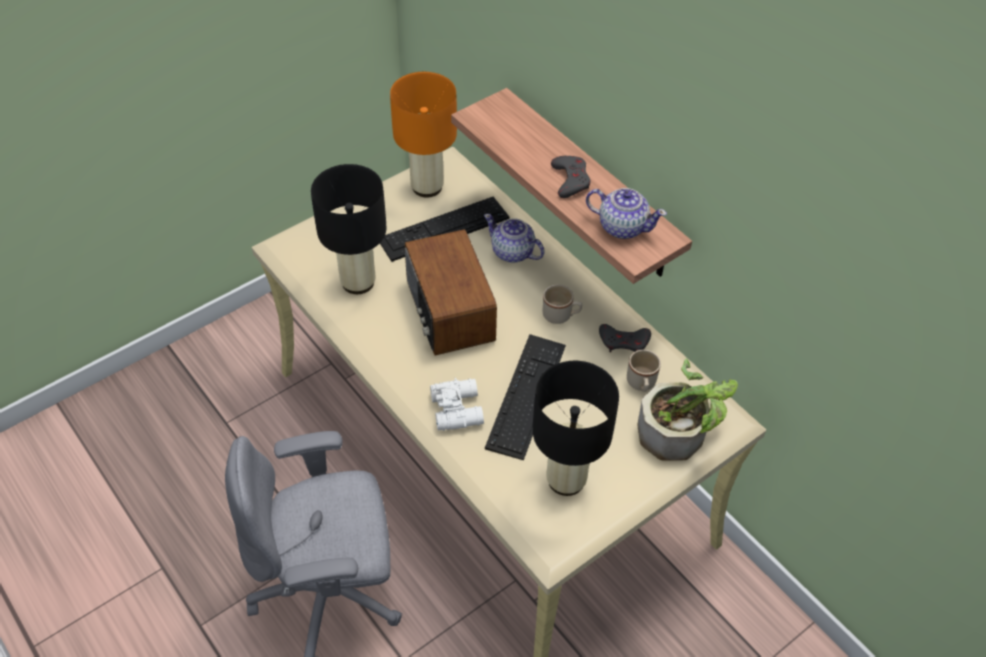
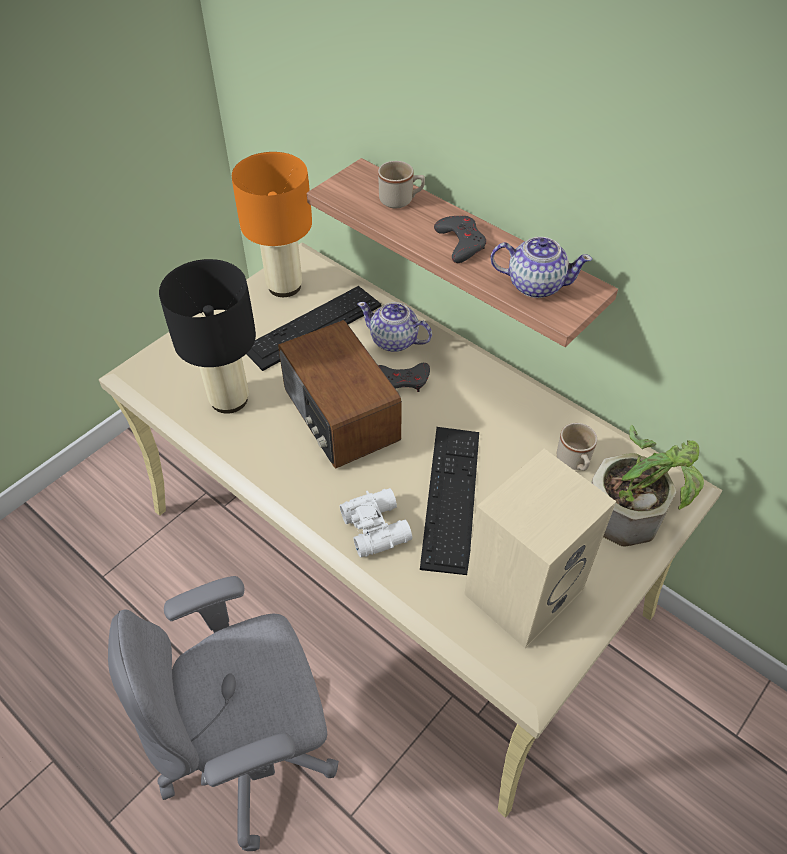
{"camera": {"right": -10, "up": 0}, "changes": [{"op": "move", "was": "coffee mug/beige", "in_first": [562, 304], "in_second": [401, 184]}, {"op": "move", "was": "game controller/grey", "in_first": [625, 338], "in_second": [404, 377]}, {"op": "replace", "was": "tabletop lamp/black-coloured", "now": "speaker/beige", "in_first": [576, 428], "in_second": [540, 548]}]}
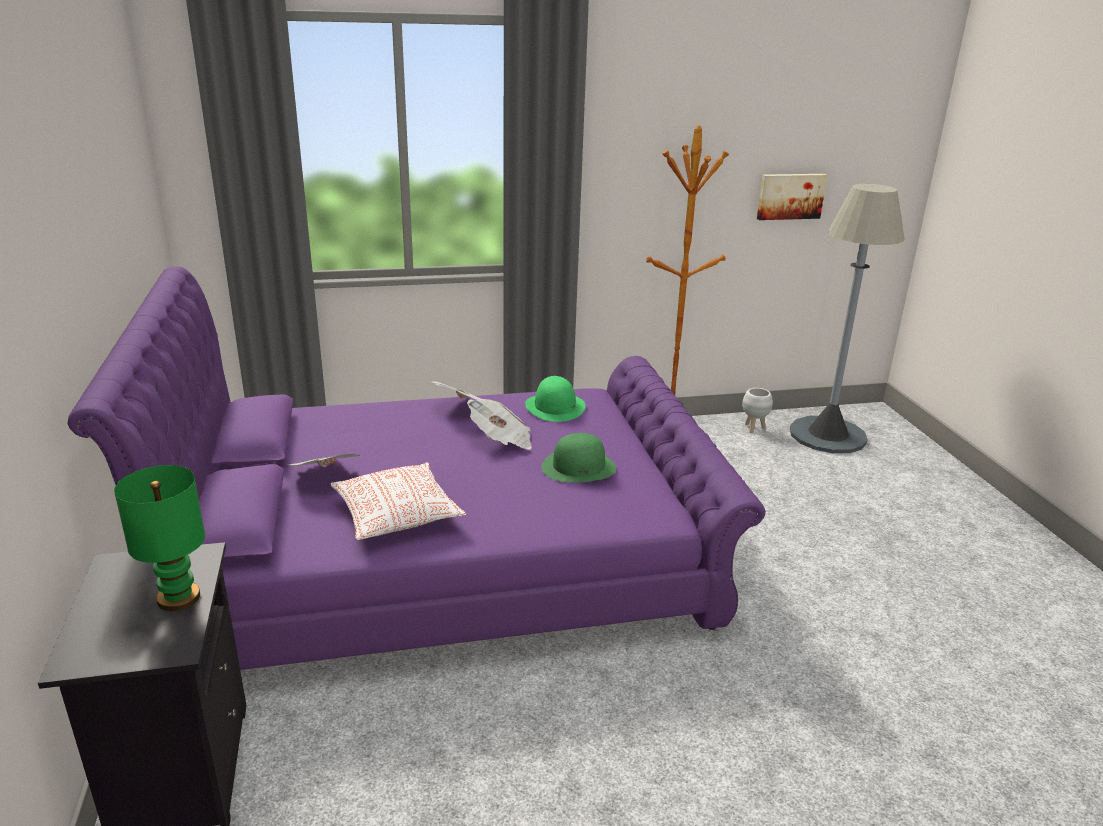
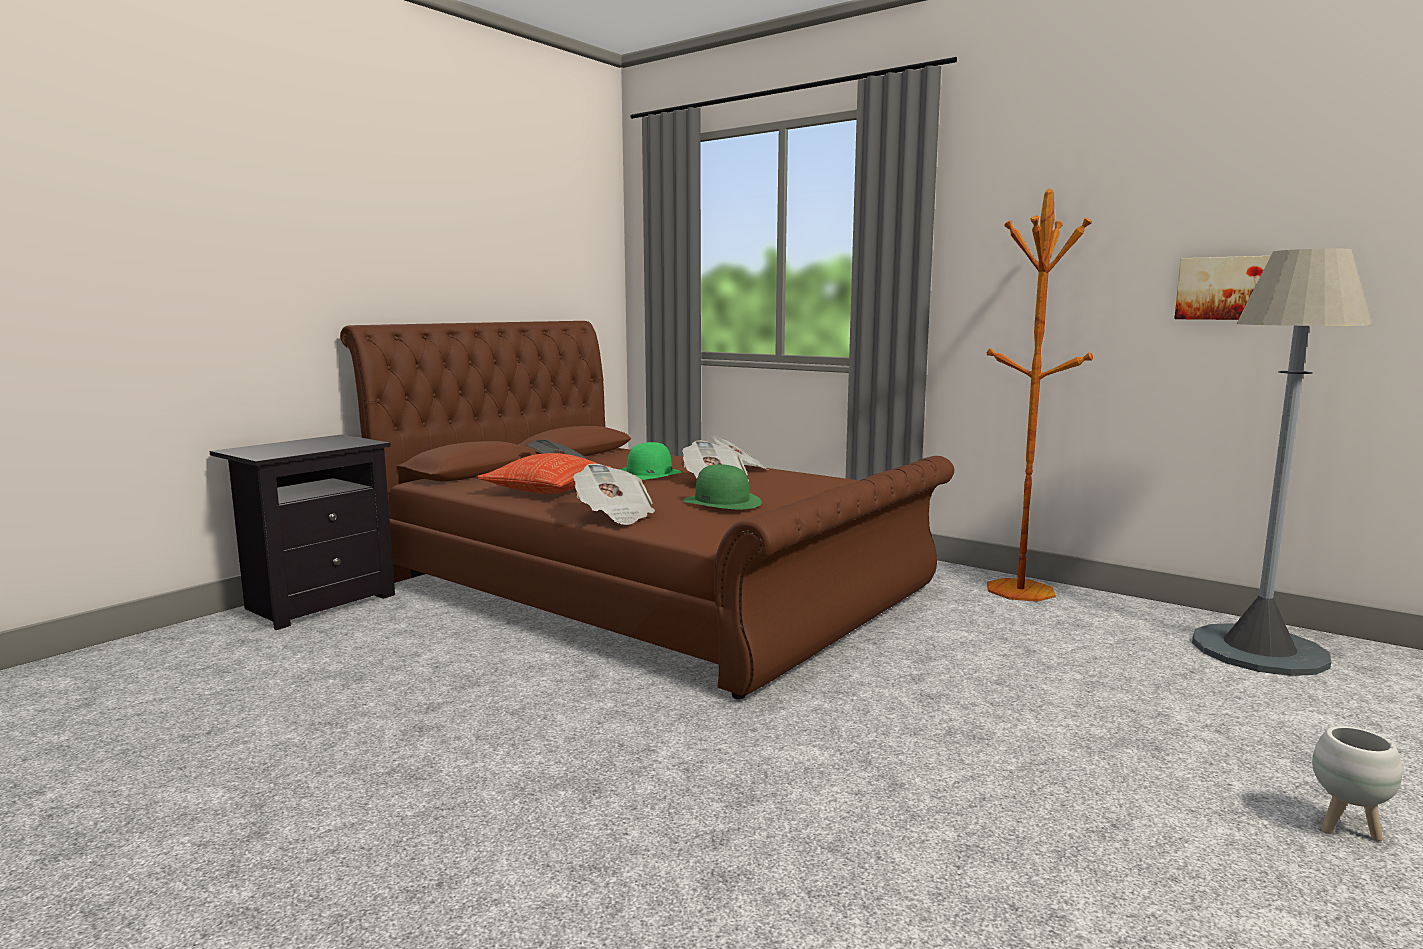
{"camera": {"right": 50, "up": -15}, "changes": [{"op": "recolor", "was": "bed/purple-coloured", "now": "bed/brownish", "in_first": [416, 468], "in_second": [647, 510]}, {"op": "recolor", "was": "pillow/white", "now": "pillow/orange", "in_first": [398, 501], "in_second": [544, 473]}, {"op": "insert", "now": "printed paper", "in_second": [614, 494]}, {"op": "move", "was": "clothing hat/greenish", "in_first": [555, 399], "in_second": [651, 461]}, {"op": "move", "was": "flower pot/white", "in_first": [757, 410], "in_second": [1357, 783]}, {"op": "delete", "was": "tabletop lamp/greenish", "in_first": [159, 538]}]}
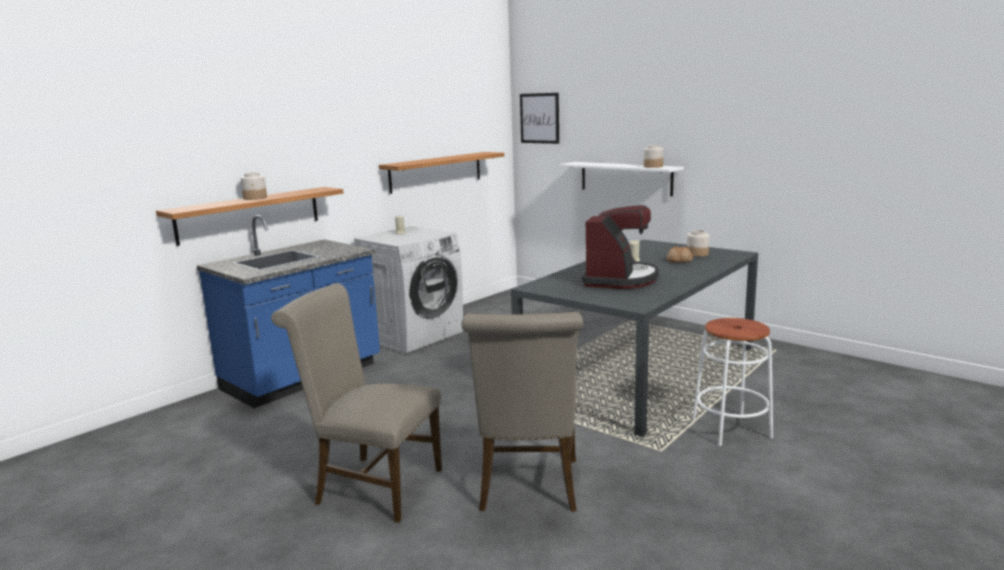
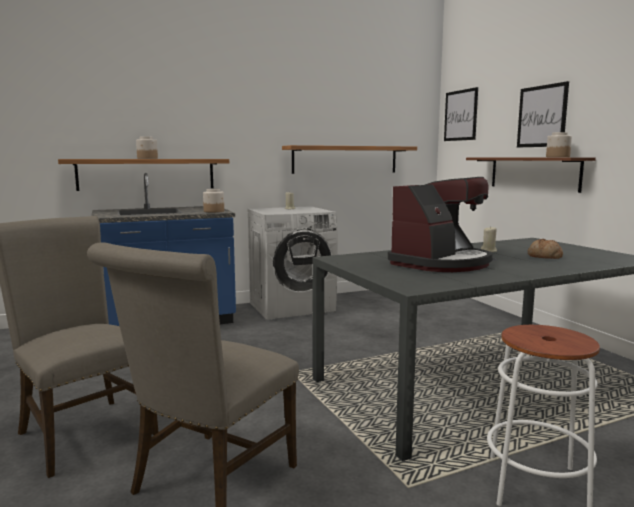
{"camera": {"right": 25, "up": -5}, "changes": [{"op": "move", "was": "jar", "in_first": [698, 243], "in_second": [213, 200]}, {"op": "recolor", "was": "bracket shelf/white", "now": "bracket shelf/brownish", "in_first": [621, 179], "in_second": [531, 175]}, {"op": "insert", "now": "wall picture", "in_second": [543, 114]}]}
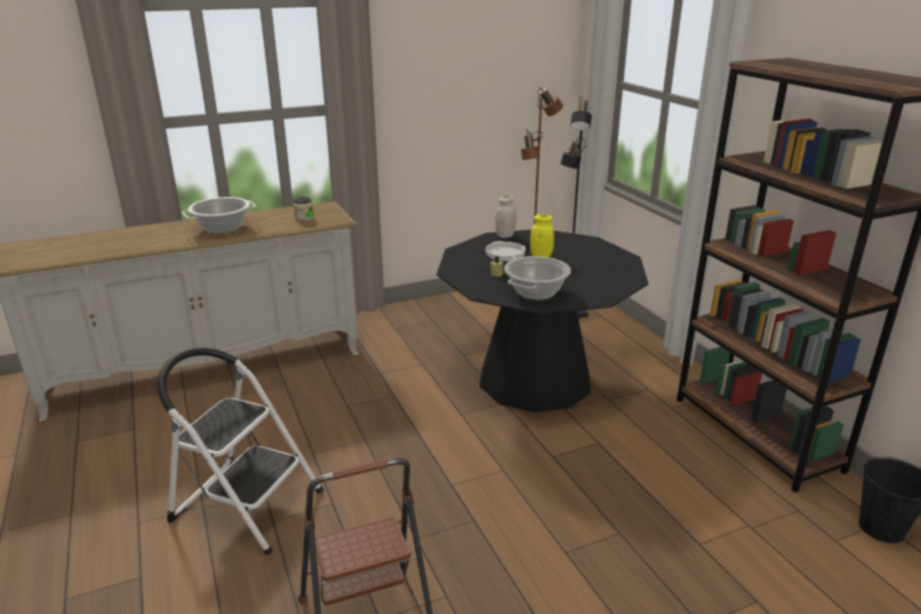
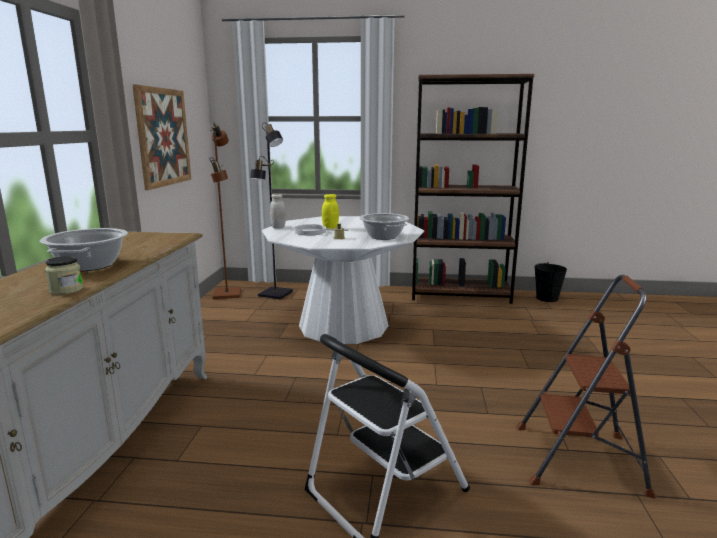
{"camera": {"right": -60, "up": -10}, "changes": [{"op": "move", "was": "jar", "in_first": [304, 209], "in_second": [64, 275]}, {"op": "insert", "now": "wall picture", "in_second": [161, 137]}, {"op": "recolor", "was": "dinner table/black-coloured", "now": "dinner table/white", "in_first": [542, 321], "in_second": [343, 280]}]}
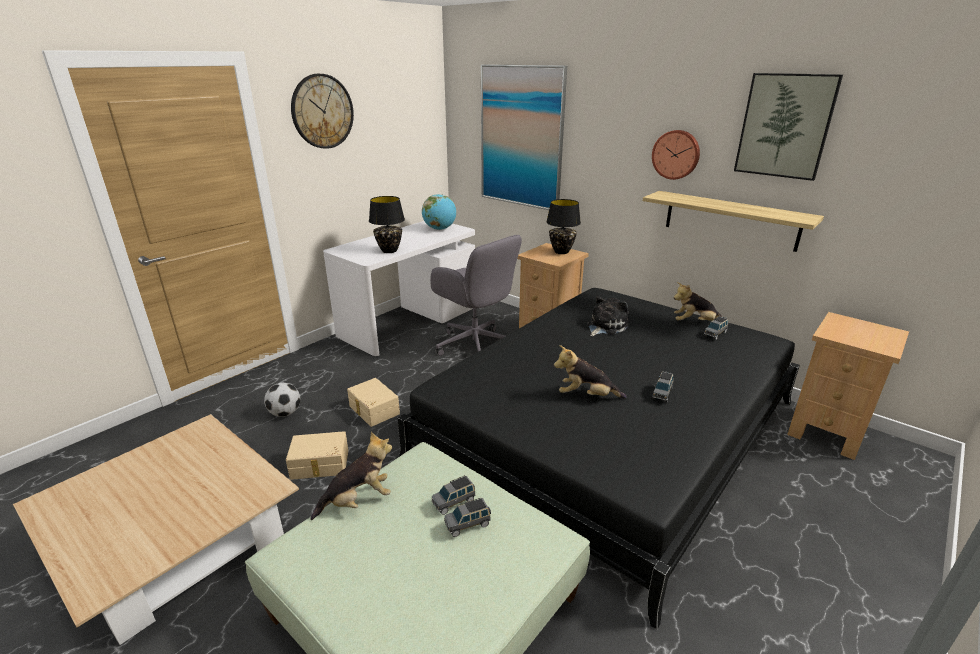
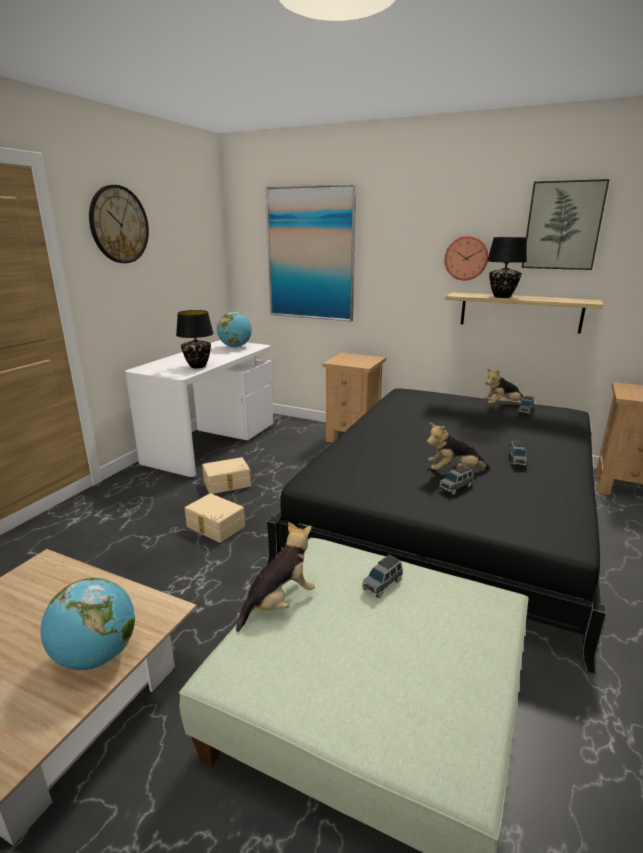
{"camera": {"right": -15, "up": -5}, "changes": [{"op": "insert", "now": "globe", "in_second": [87, 624]}, {"op": "move", "was": "storage container/beige", "in_first": [317, 455], "in_second": [226, 475]}, {"op": "move", "was": "miniature car/grey", "in_first": [467, 517], "in_second": [456, 480]}, {"op": "move", "was": "tabletop lamp/black-coloured", "in_first": [563, 226], "in_second": [507, 267]}, {"op": "delete", "was": "football", "in_first": [282, 400]}, {"op": "delete", "was": "desk chair/grey", "in_first": [476, 295]}, {"op": "delete", "was": "soft toy", "in_first": [608, 316]}]}
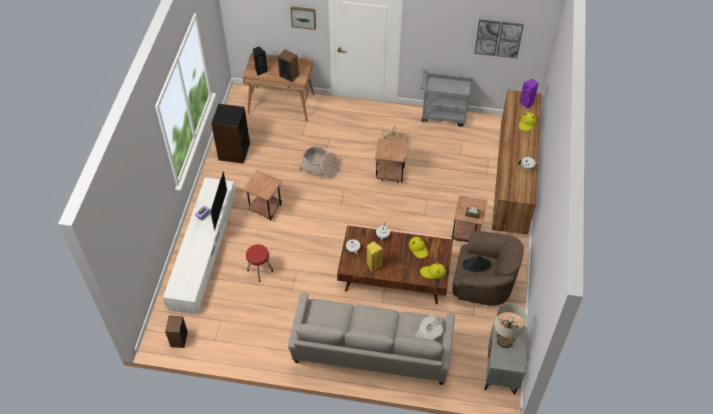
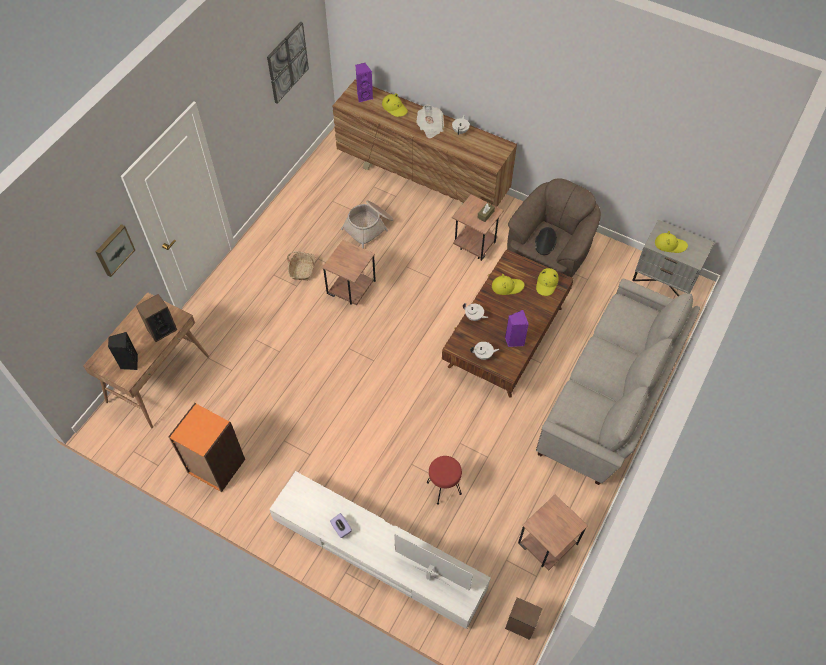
{"camera": {"right": -70, "up": 5}, "changes": [{"op": "recolor", "was": "bookcase/black-coloured", "now": "bookcase/orange", "in_first": [230, 134], "in_second": [206, 447]}, {"op": "move", "was": "basket", "in_first": [319, 162], "in_second": [367, 224]}, {"op": "move", "was": "TV", "in_first": [218, 200], "in_second": [433, 562]}, {"op": "move", "was": "printed paper", "in_first": [429, 327], "in_second": [430, 121]}, {"op": "recolor", "was": "speaker/yellow-coloured", "now": "speaker/purple-coloured", "in_first": [374, 256], "in_second": [517, 328]}, {"op": "move", "was": "end table/brownish", "in_first": [262, 195], "in_second": [553, 532]}, {"op": "replace", "was": "tabletop lamp", "now": "clothing hat/yellow-coloured", "in_first": [510, 325], "in_second": [671, 242]}, {"op": "delete", "was": "wheeled cart/grey", "in_first": [446, 98]}]}
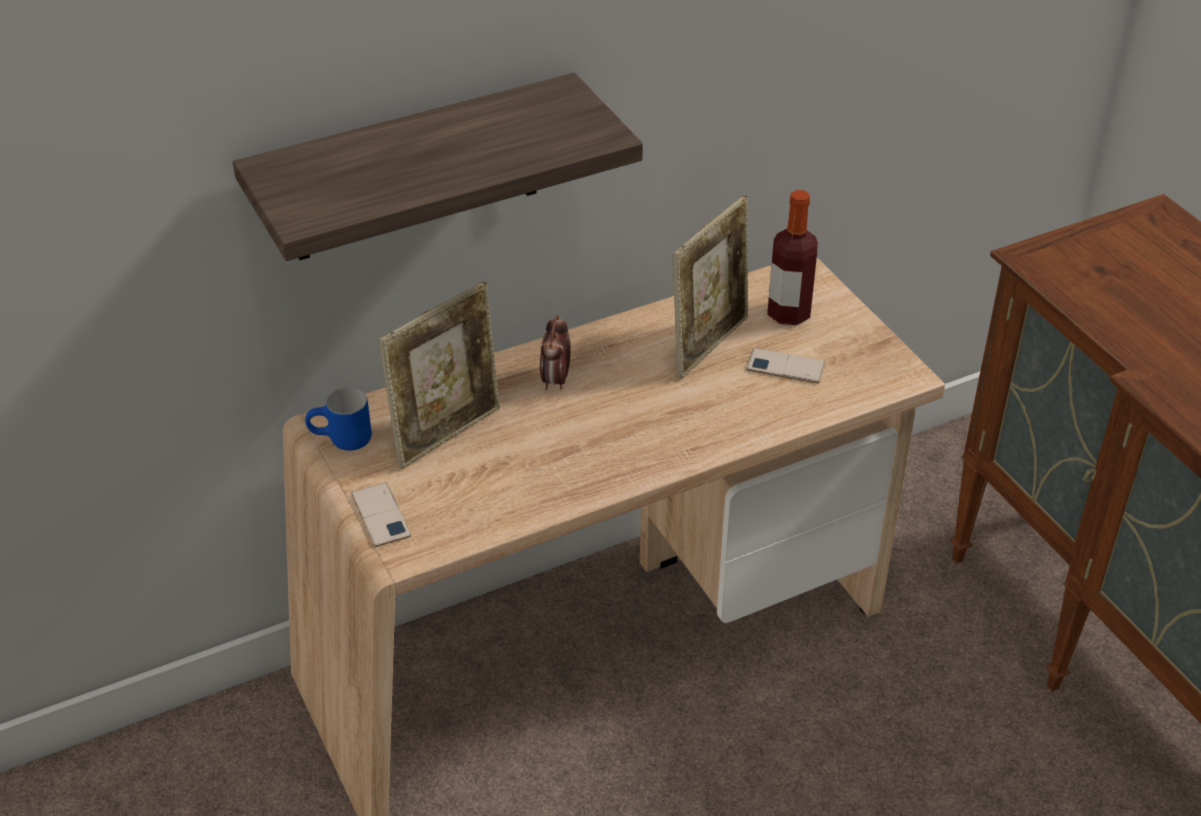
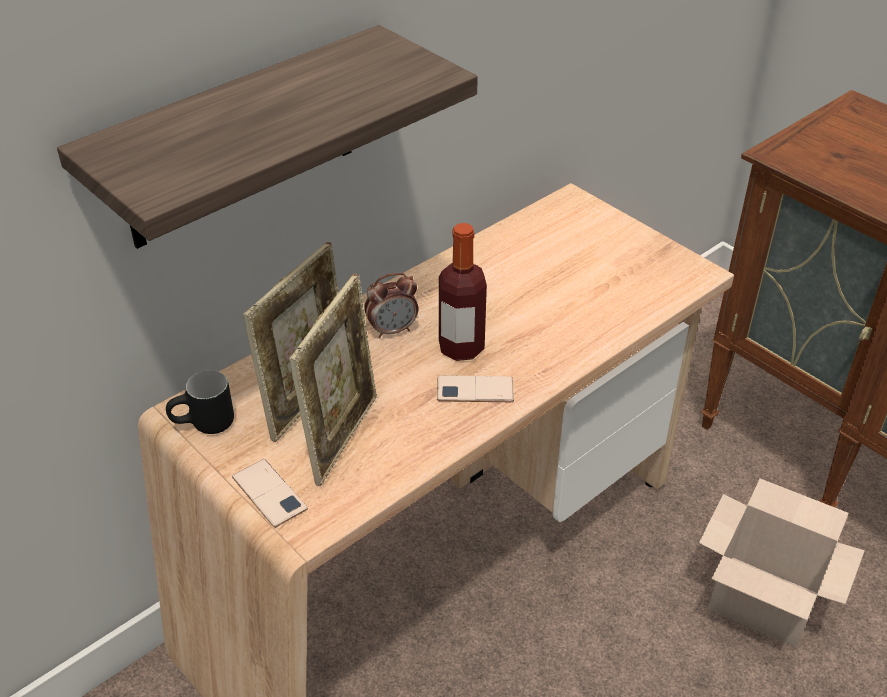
{"camera": {"right": -15, "up": 0}, "changes": [{"op": "recolor", "was": "coffee mug/blue", "now": "coffee mug/black-coloured", "in_first": [338, 419], "in_second": [200, 402]}, {"op": "move", "was": "picture frame", "in_first": [710, 287], "in_second": [333, 380]}, {"op": "rotate", "was": "table clock", "in_first": [555, 352], "in_second": [391, 306], "clockwise": -105}, {"op": "move", "was": "telephone", "in_first": [785, 366], "in_second": [475, 388]}, {"op": "move", "was": "beverage bottle", "in_first": [792, 257], "in_second": [463, 292]}, {"op": "insert", "now": "carton", "in_second": [782, 563]}]}
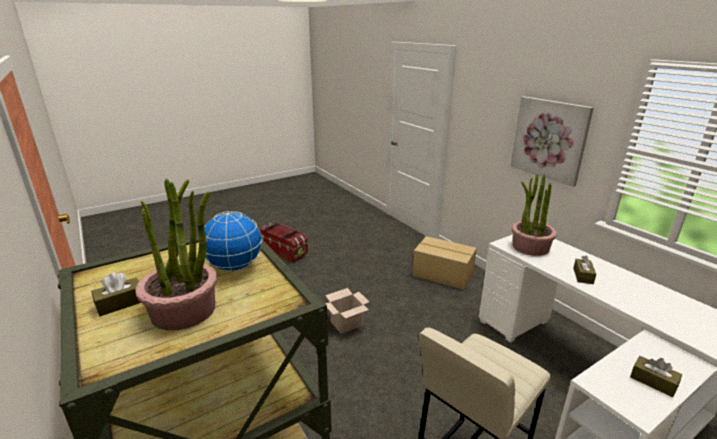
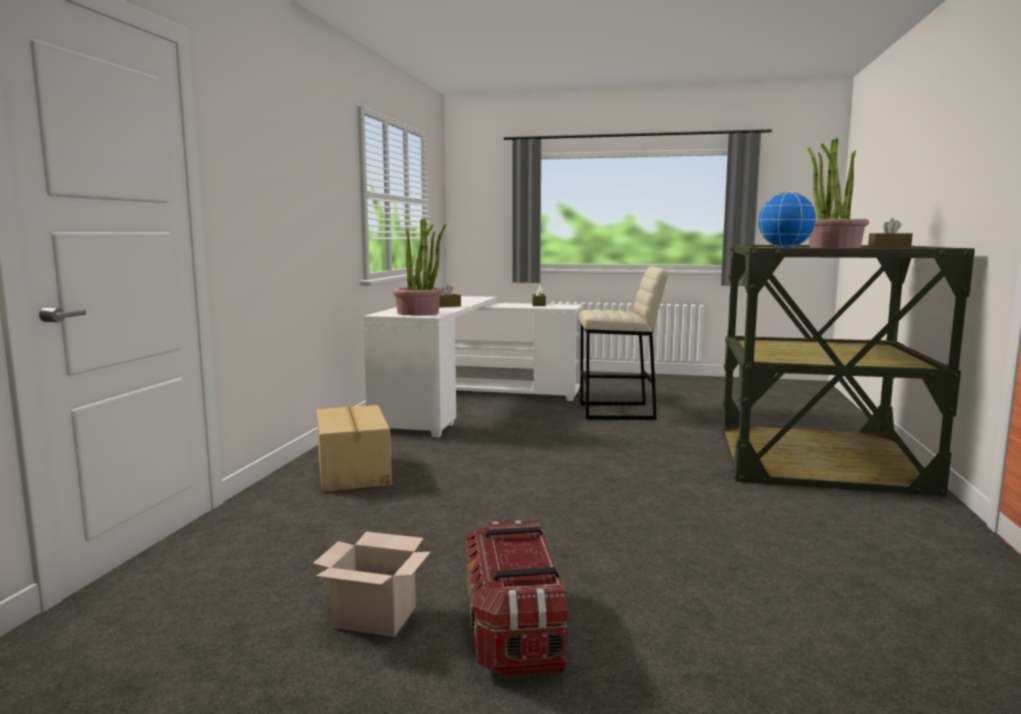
{"camera": {"right": -135, "up": -15}, "changes": [{"op": "move", "was": "carton", "in_first": [347, 311], "in_second": [372, 584]}, {"op": "delete", "was": "wall picture", "in_first": [552, 141]}]}
